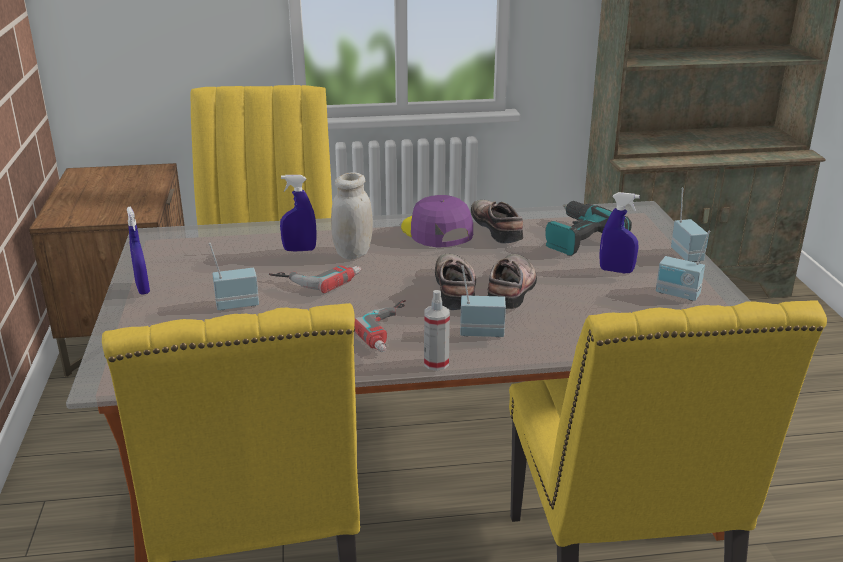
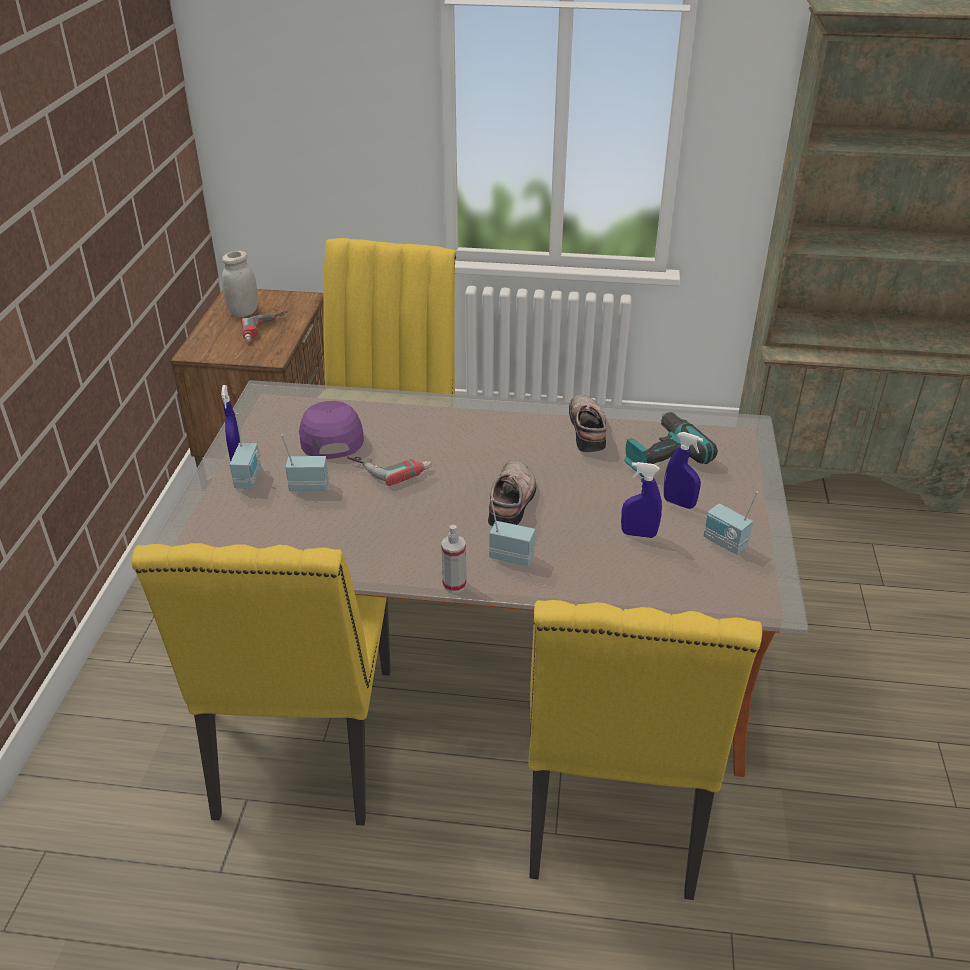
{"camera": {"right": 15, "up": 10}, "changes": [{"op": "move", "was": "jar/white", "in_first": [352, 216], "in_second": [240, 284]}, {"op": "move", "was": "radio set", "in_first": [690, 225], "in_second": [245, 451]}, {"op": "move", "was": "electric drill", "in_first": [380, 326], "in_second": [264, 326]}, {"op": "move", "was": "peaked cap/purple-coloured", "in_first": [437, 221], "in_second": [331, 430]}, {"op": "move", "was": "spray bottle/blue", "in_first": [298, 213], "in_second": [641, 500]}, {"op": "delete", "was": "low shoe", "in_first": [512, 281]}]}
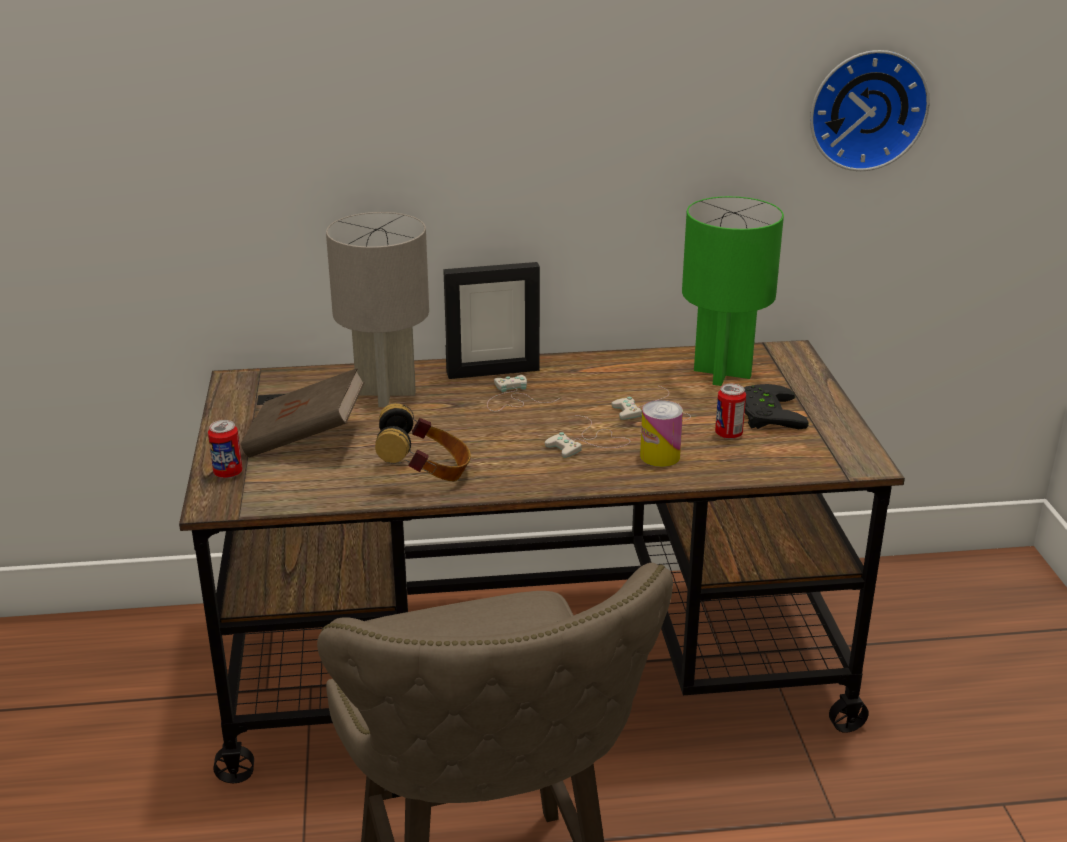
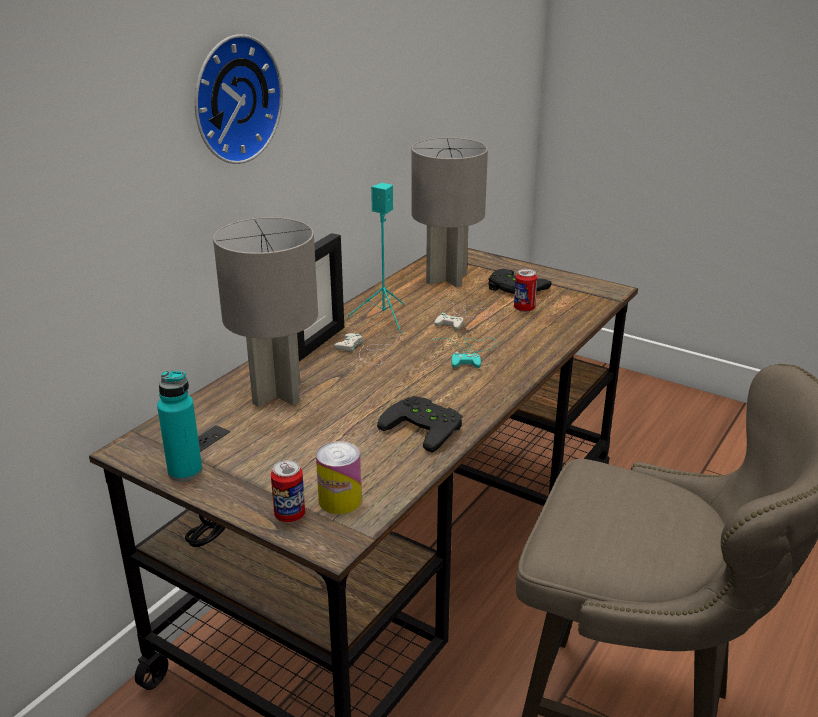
{"camera": {"right": -50, "up": 0}, "changes": [{"op": "insert", "now": "beverage bottle/blue-green", "in_second": [179, 426]}, {"op": "move", "was": "clock on the wall", "in_first": [870, 110], "in_second": [239, 99]}, {"op": "move", "was": "sealed can", "in_first": [661, 433], "in_second": [339, 477]}, {"op": "insert", "now": "speaker/blue-green", "in_second": [375, 258]}, {"op": "replace", "was": "headset", "now": "game controller/black-coloured", "in_first": [423, 442], "in_second": [419, 424]}, {"op": "recolor", "was": "tabletop lamp/greenish", "now": "tabletop lamp/grey", "in_first": [733, 291], "in_second": [449, 212]}, {"op": "recolor", "was": "game controller/white", "now": "game controller/blue-green", "in_first": [587, 436], "in_second": [464, 352]}, {"op": "delete", "was": "book/brownish", "in_first": [303, 413]}]}
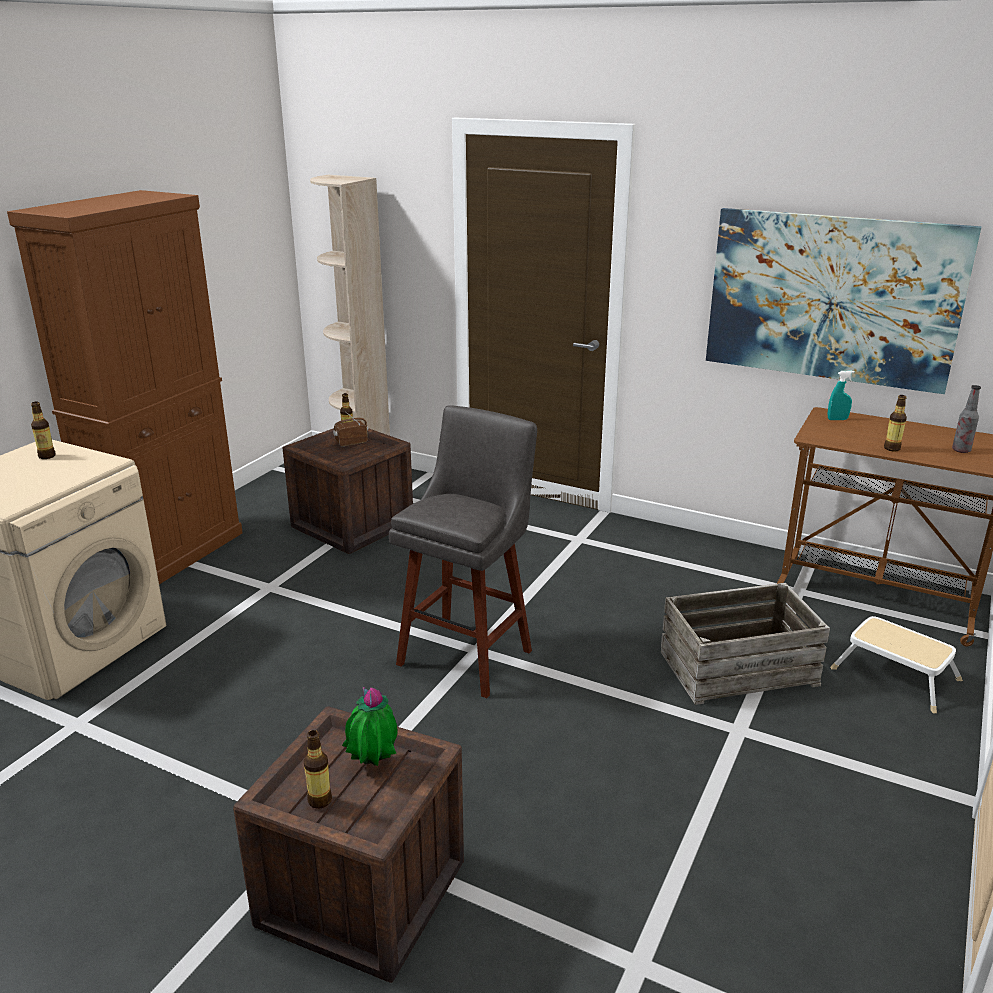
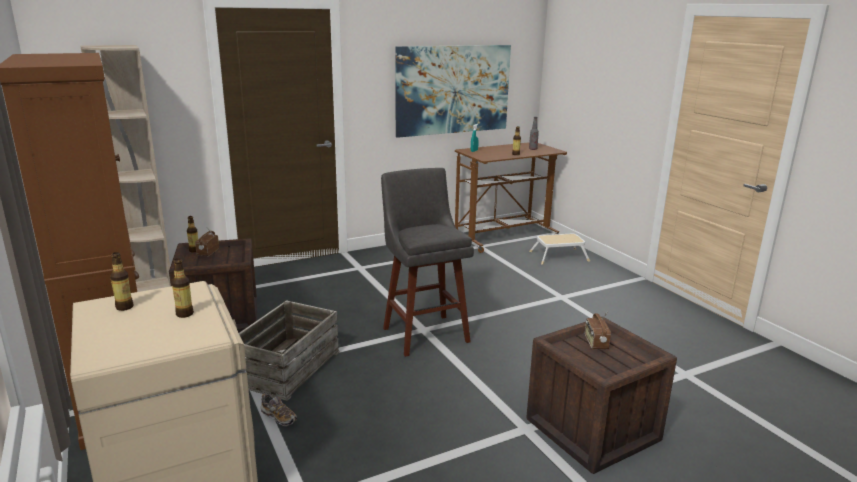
{"camera": {"right": -55, "up": -5}, "changes": [{"op": "move", "was": "beverage bottle", "in_first": [318, 769], "in_second": [183, 288]}, {"op": "move", "was": "packing crate", "in_first": [745, 644], "in_second": [289, 350]}, {"op": "insert", "now": "low shoe", "in_second": [279, 409]}, {"op": "replace", "was": "potted plant", "now": "radio set", "in_first": [369, 726], "in_second": [598, 330]}]}
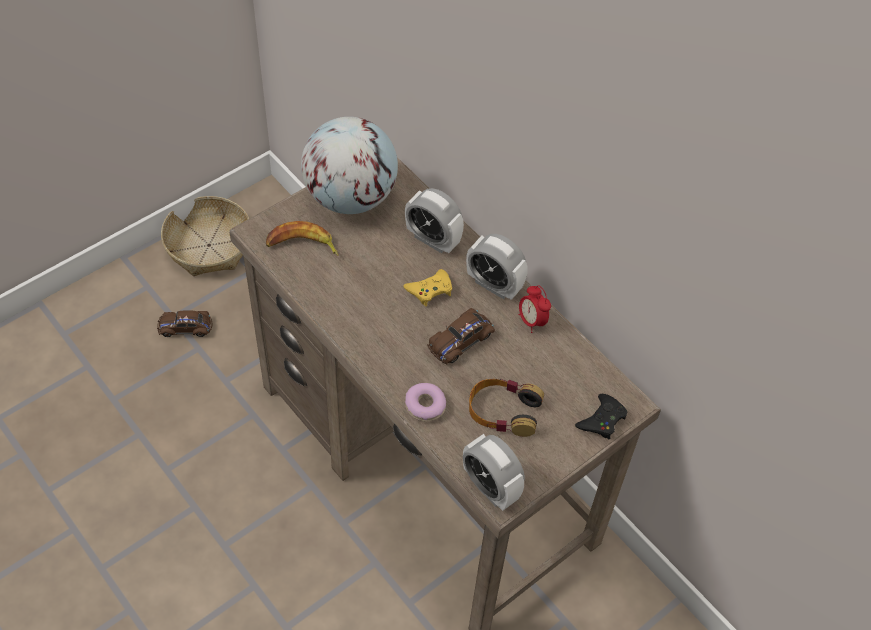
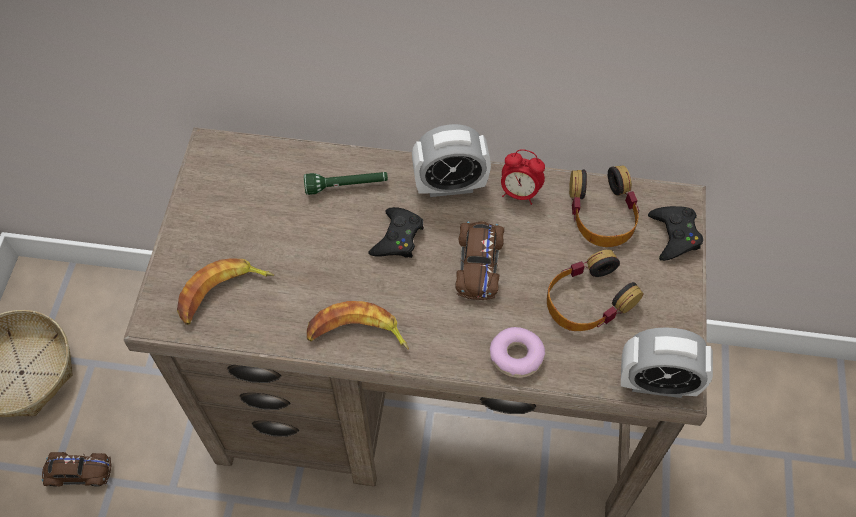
{"camera": {"right": -40, "up": 5}, "changes": [{"op": "rotate", "was": "miniature car/brownish", "in_first": [184, 323], "in_second": [77, 469], "clockwise": -135}, {"op": "replace", "was": "table clock", "now": "torch/greenish", "in_first": [434, 220], "in_second": [346, 183]}, {"op": "insert", "now": "whole banana", "in_second": [358, 325]}, {"op": "recolor", "was": "game controller/yellow-coloured", "now": "game controller/black-coloured", "in_first": [427, 288], "in_second": [396, 232]}, {"op": "insert", "now": "headset", "in_second": [604, 206]}, {"op": "delete", "was": "globe", "in_first": [349, 165]}]}
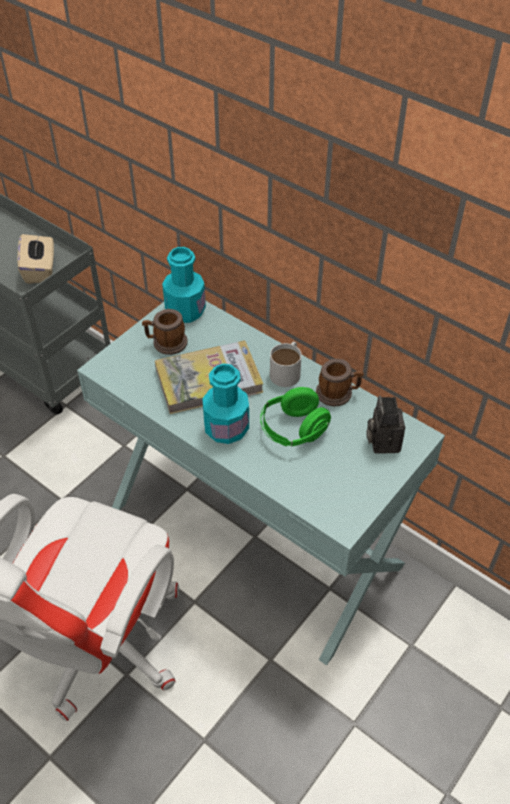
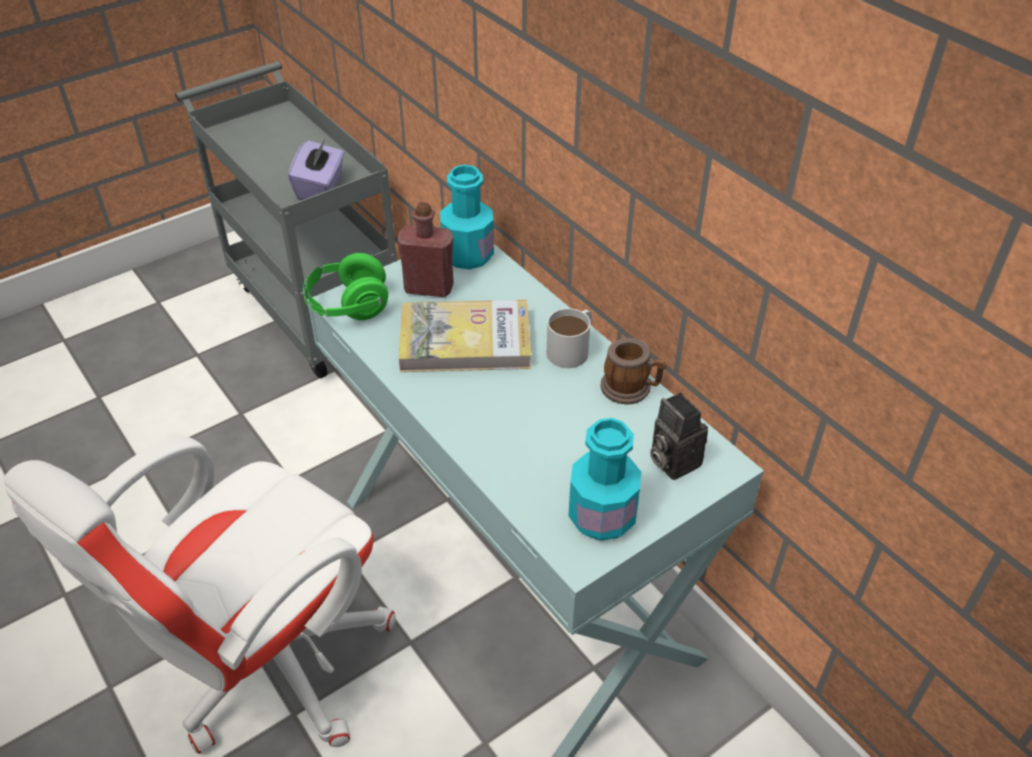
{"camera": {"right": 15, "up": -5}, "changes": [{"op": "recolor", "was": "tissue box/beige", "now": "tissue box/purple-coloured", "in_first": [36, 259], "in_second": [316, 169]}, {"op": "move", "was": "headset/greenish", "in_first": [295, 417], "in_second": [345, 286]}, {"op": "replace", "was": "coffee mug", "now": "beverage bottle/reddish", "in_first": [165, 332], "in_second": [425, 249]}, {"op": "move", "was": "beverage bottle/blue-green", "in_first": [225, 403], "in_second": [605, 479]}, {"op": "rotate", "was": "photo camera", "in_first": [385, 425], "in_second": [679, 436], "clockwise": -45}]}
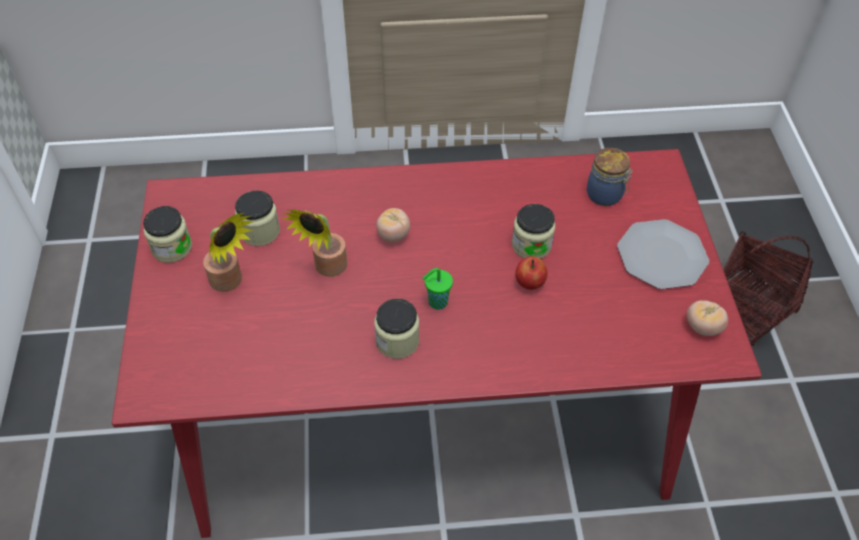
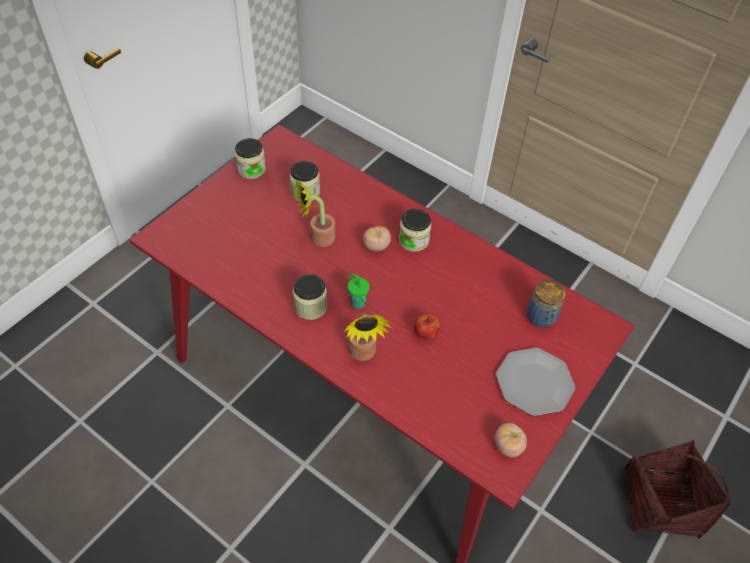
{"camera": {"right": 40, "up": 0}, "changes": [{"op": "move", "was": "potted plant", "in_first": [228, 252], "in_second": [367, 337]}, {"op": "move", "was": "jar", "in_first": [533, 231], "in_second": [415, 230]}]}
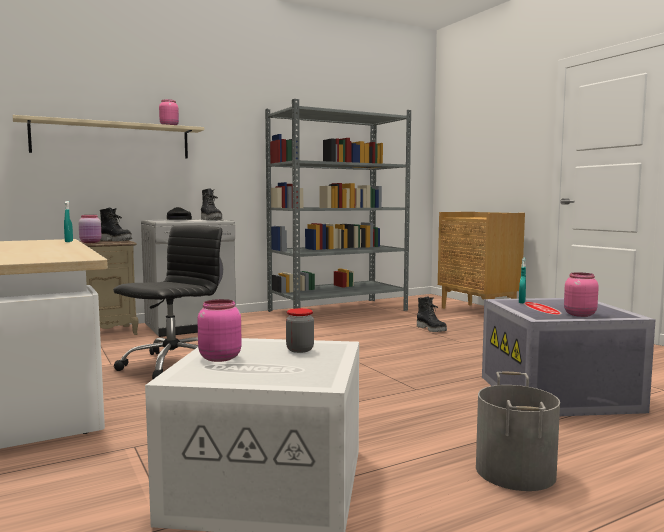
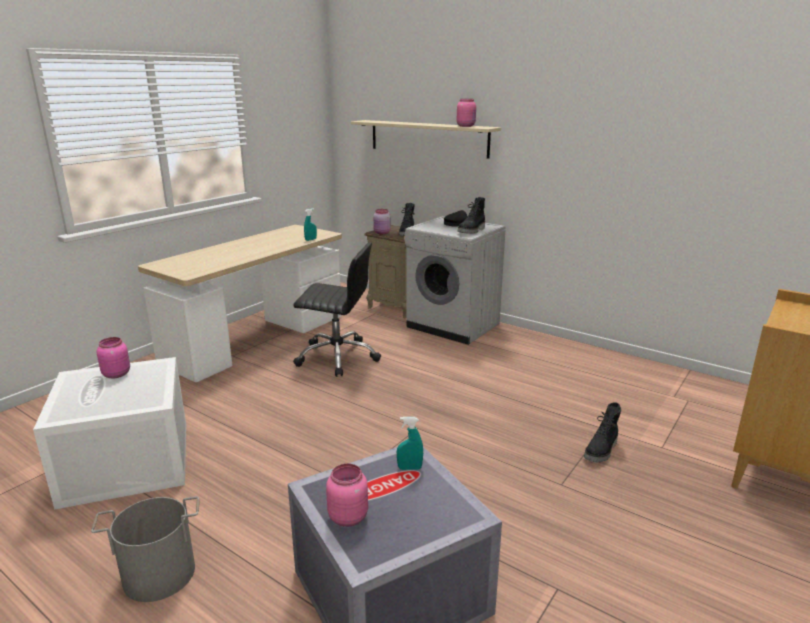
{"camera": {"right": 65, "up": 15}, "changes": [{"op": "delete", "was": "bookcase/grey", "in_first": [338, 205]}, {"op": "delete", "was": "jar", "in_first": [300, 330]}]}
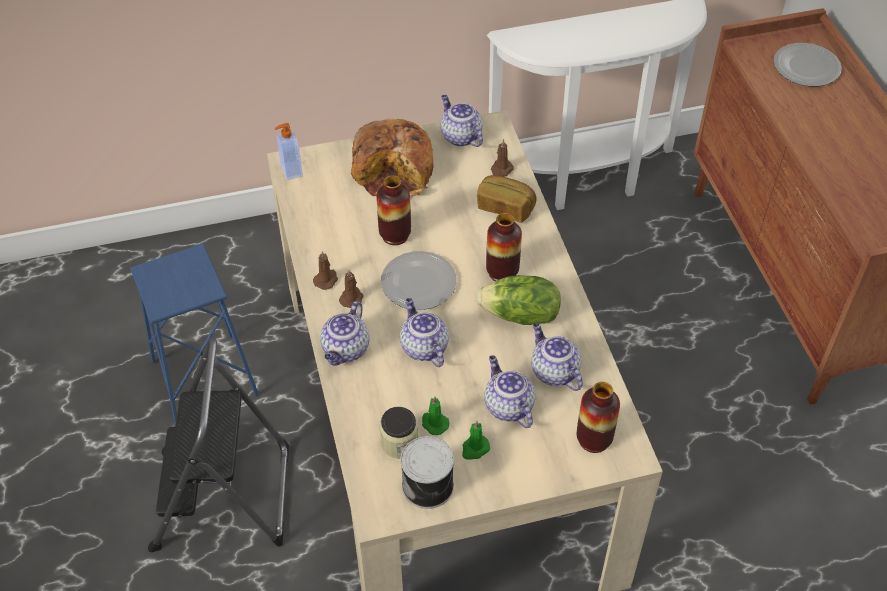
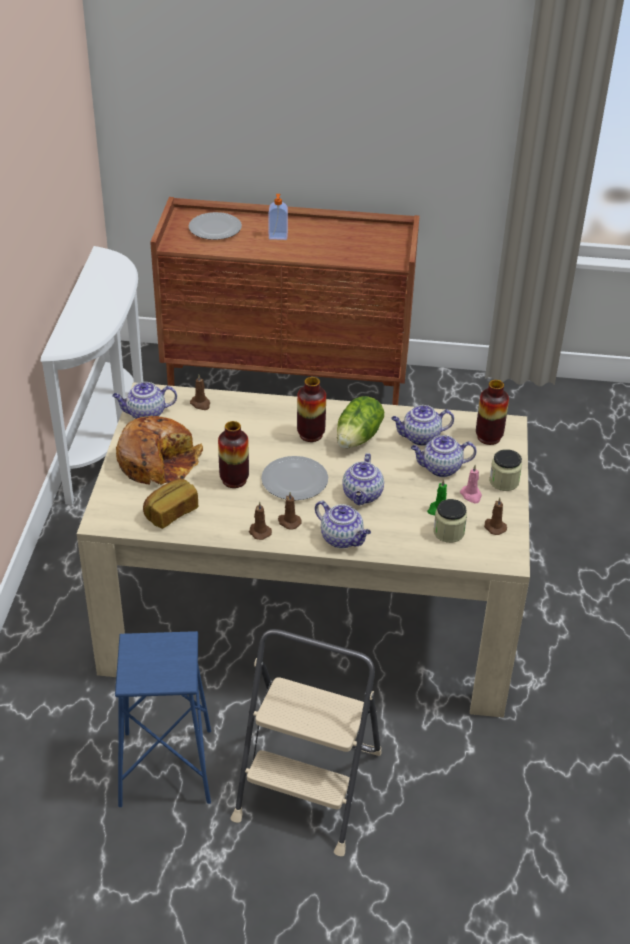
{"camera": {"right": -70, "up": -10}, "changes": [{"op": "move", "was": "bread", "in_first": [507, 199], "in_second": [170, 504]}, {"op": "recolor", "was": "step stool/black-coloured", "now": "step stool/beige", "in_first": [218, 444], "in_second": [306, 742]}, {"op": "move", "was": "soap bottle", "in_first": [289, 151], "in_second": [278, 217]}, {"op": "rotate", "was": "tea pot", "in_first": [424, 332], "in_second": [363, 479], "clockwise": -75}, {"op": "recolor", "was": "candle/greenish", "now": "candle/pinkish", "in_first": [476, 440], "in_second": [471, 484]}, {"op": "replace", "was": "sealed can", "now": "candle/brownish", "in_first": [427, 472], "in_second": [495, 516]}, {"op": "insert", "now": "jar", "in_second": [505, 470]}]}
